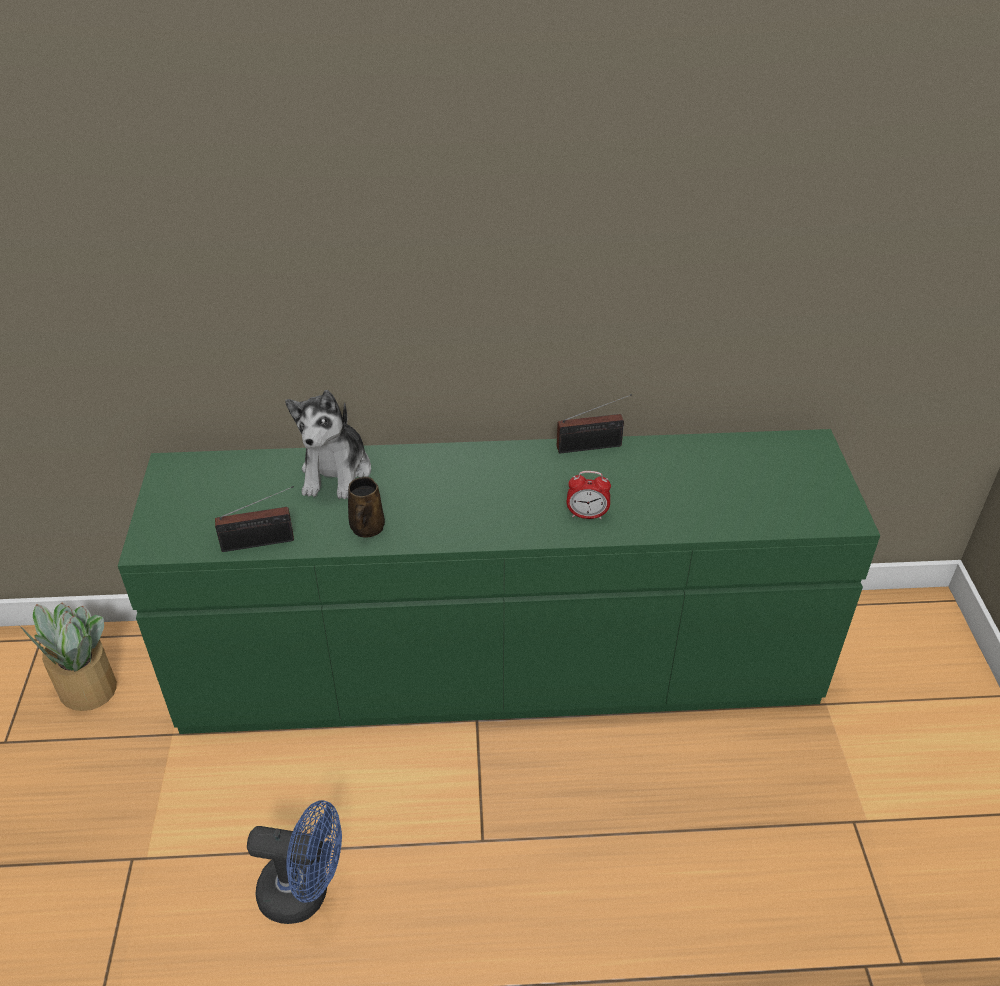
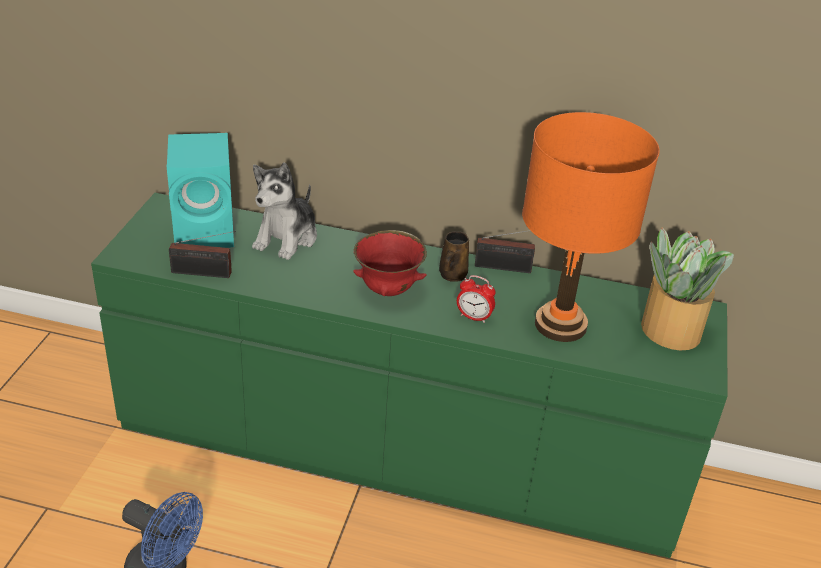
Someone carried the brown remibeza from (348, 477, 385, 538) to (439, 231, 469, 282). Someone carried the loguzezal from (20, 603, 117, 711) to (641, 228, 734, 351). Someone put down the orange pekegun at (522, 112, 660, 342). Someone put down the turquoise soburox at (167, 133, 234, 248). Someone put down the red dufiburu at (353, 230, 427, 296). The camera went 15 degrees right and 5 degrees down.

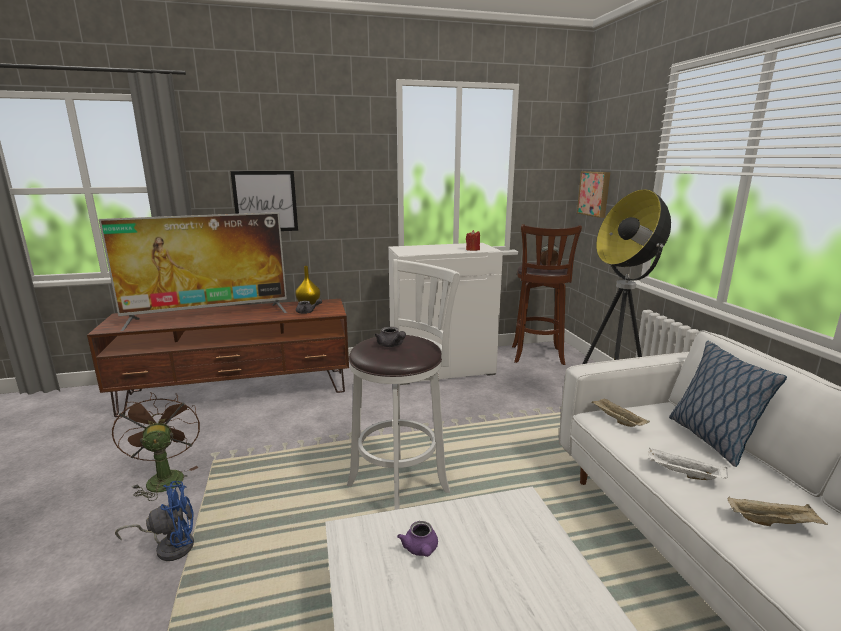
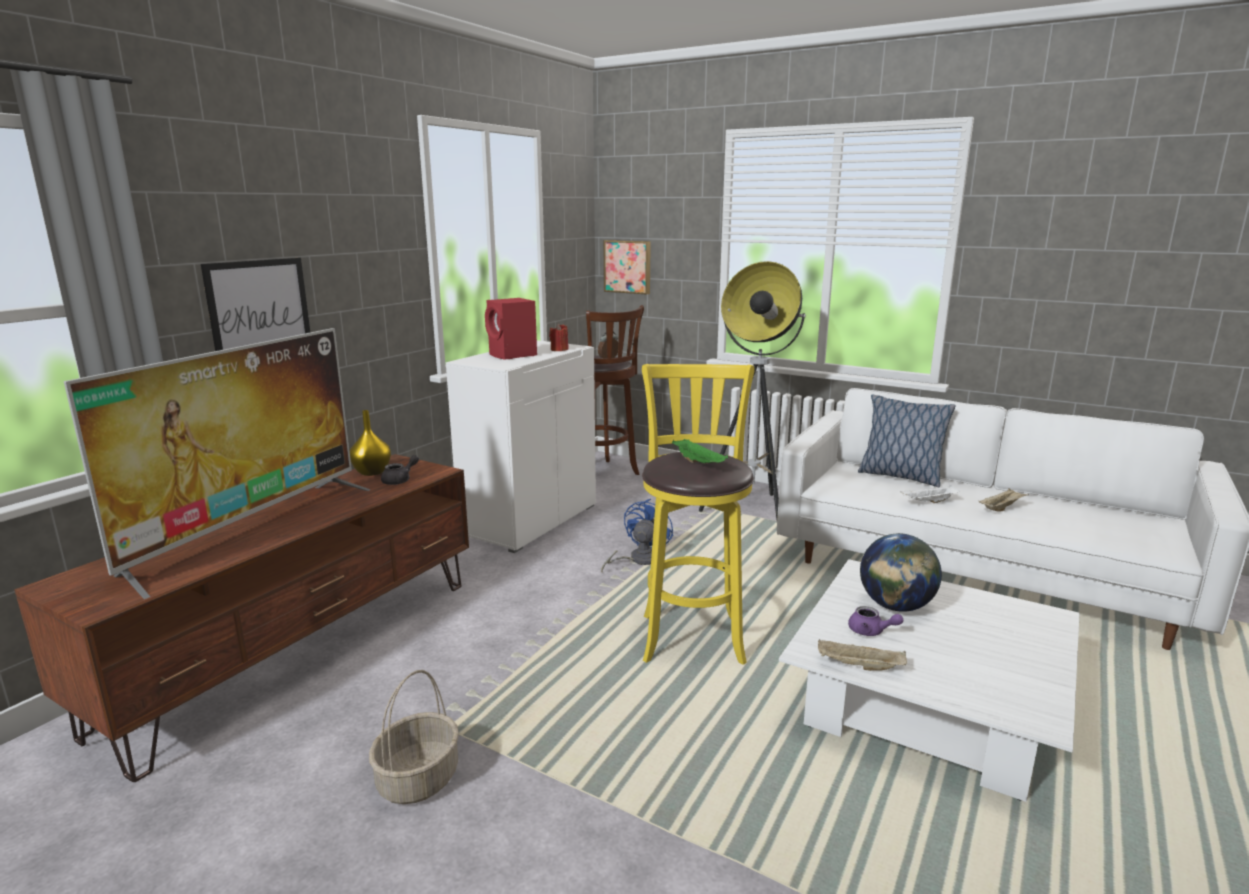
Someone repainted the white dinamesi at (347, 259, 460, 510), which became the yellow dinamesi at (642, 364, 755, 665). Someone swapped the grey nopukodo at (375, 327, 406, 347) for the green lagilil at (672, 439, 728, 463). Someone swapped the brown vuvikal at (112, 392, 200, 501) for the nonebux at (369, 670, 459, 804). Someone carried the beige lagilil from (591, 398, 650, 427) to (818, 639, 907, 671). Someone carried the blue vuvikal from (115, 481, 194, 561) to (601, 499, 673, 572). Someone put down the red soburox at (485, 298, 537, 360). Someone put down the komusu at (860, 533, 942, 612). The camera went 45 degrees left and 0 degrees up.

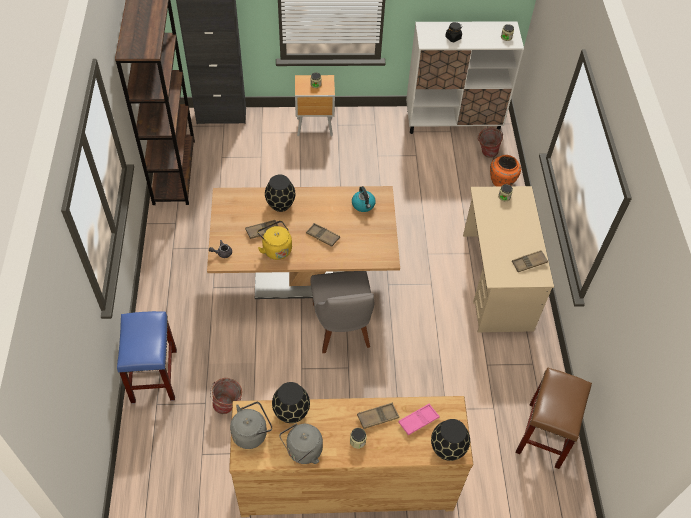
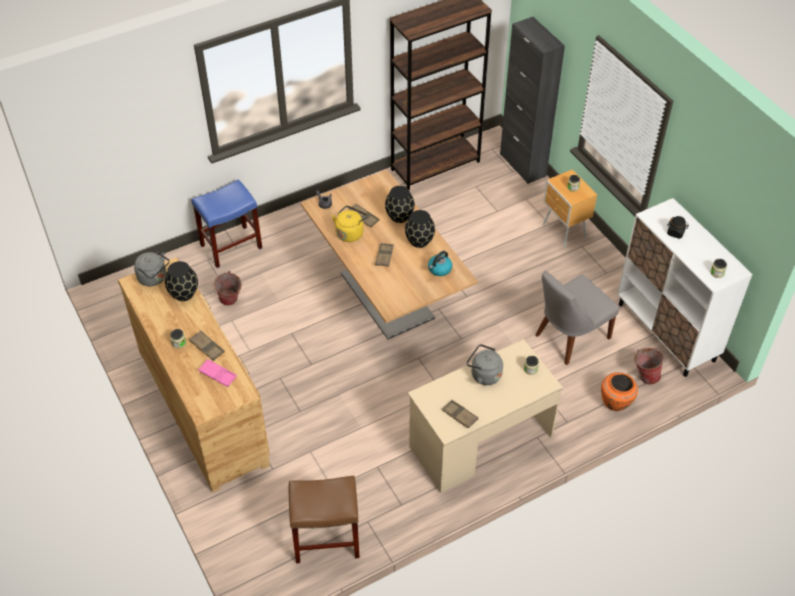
Someone carried the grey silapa from (310, 271, 374, 353) to (535, 271, 619, 365). Someone carried the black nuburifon from (431, 419, 470, 461) to (405, 210, 435, 248). Someone carried the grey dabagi from (279, 423, 323, 464) to (467, 344, 503, 385). The camera went 65 degrees right and 5 degrees down.

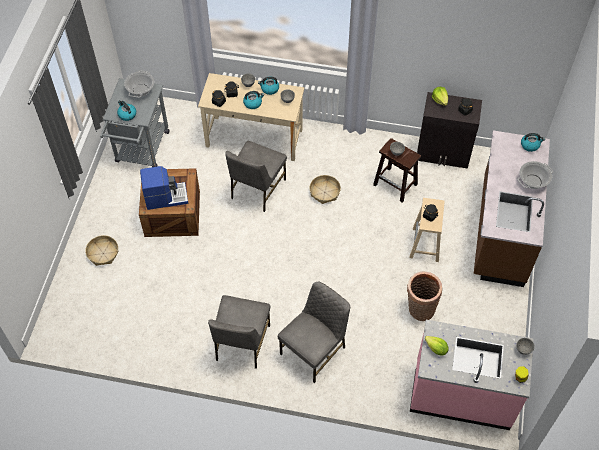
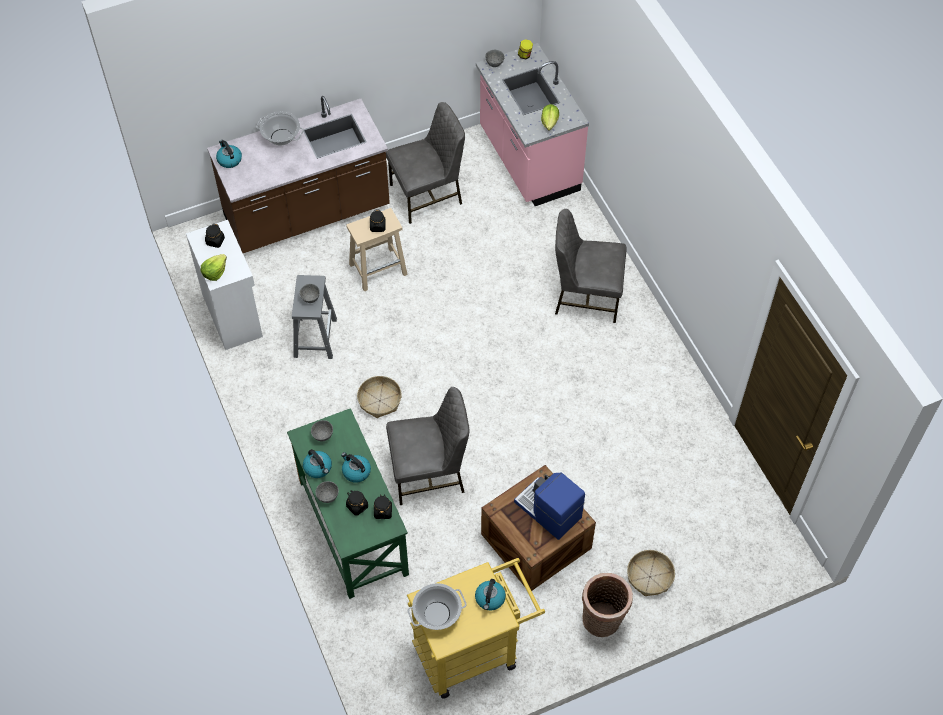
Someone repainted the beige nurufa at (198, 73, 304, 161), which became the green nurufa at (287, 408, 409, 599). Someone repainted the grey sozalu at (100, 78, 170, 167), which became the yellow sozalu at (407, 558, 545, 699). Someone repainted the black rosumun at (417, 92, 482, 169), which became the white rosumun at (186, 220, 263, 350). Someone repainted the brown dinamesi at (373, 138, 421, 202), which became the grey dinamesi at (292, 275, 337, 359). Someone carried the nonebux from (407, 272, 442, 321) to (582, 573, 633, 637). Someone carried the grey silapa from (208, 295, 270, 369) to (386, 102, 465, 224). The camera went 125 degrees left and 0 degrees up.

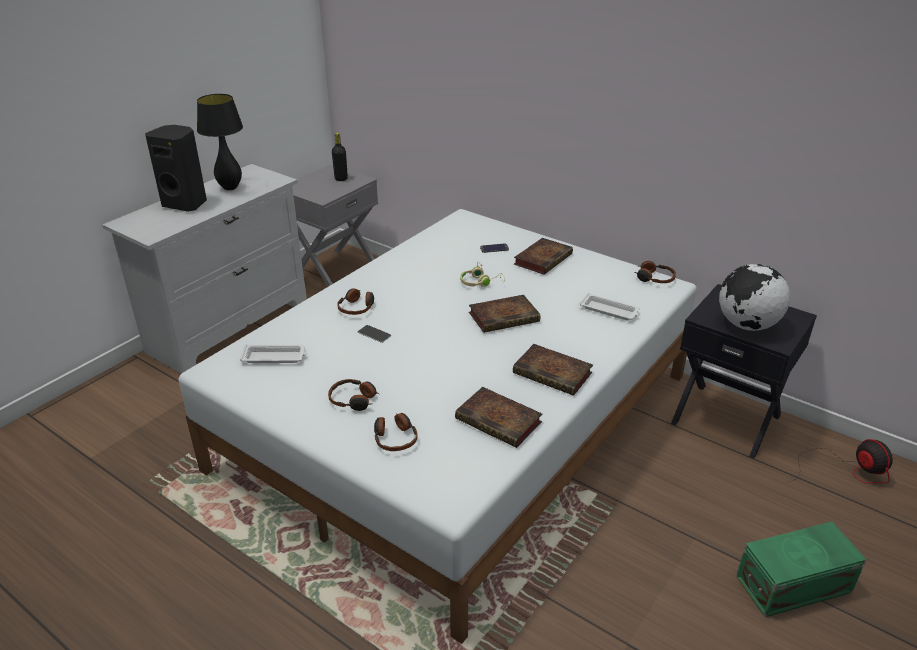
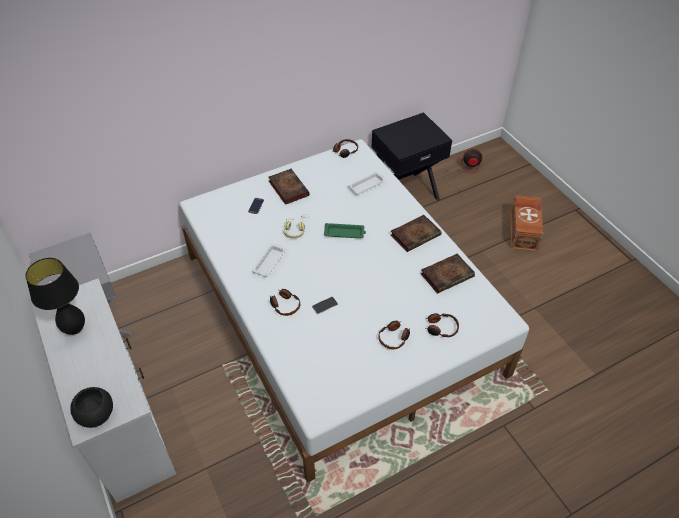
Someone took away the black soburox at (145, 125, 207, 212). Someone took away the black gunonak at (332, 132, 348, 181). Someone took away the komusu at (719, 264, 790, 331). Someone swapped the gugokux at (469, 295, 540, 333) for the green lagilil at (324, 223, 366, 238). Someone carried the white lagilil from (240, 345, 307, 363) to (252, 244, 286, 277). Someone repainted the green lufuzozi at (736, 522, 866, 617), which became the brown lufuzozi at (510, 195, 543, 252). Someone put down the black dufiburu at (70, 387, 113, 428). The camera went 65 degrees left and 15 degrees up.

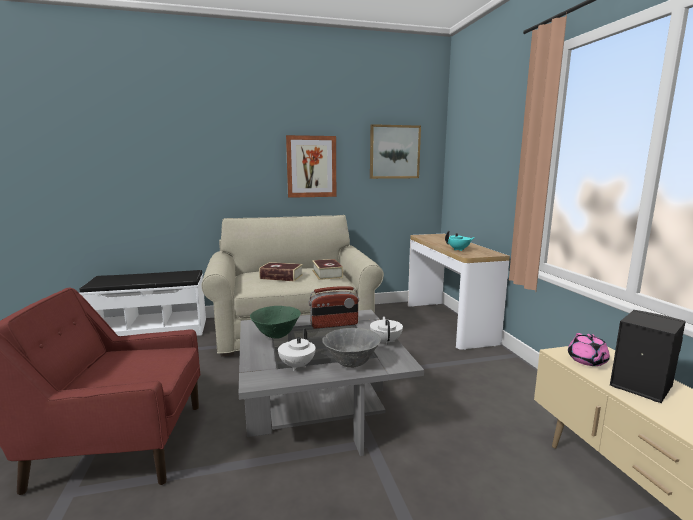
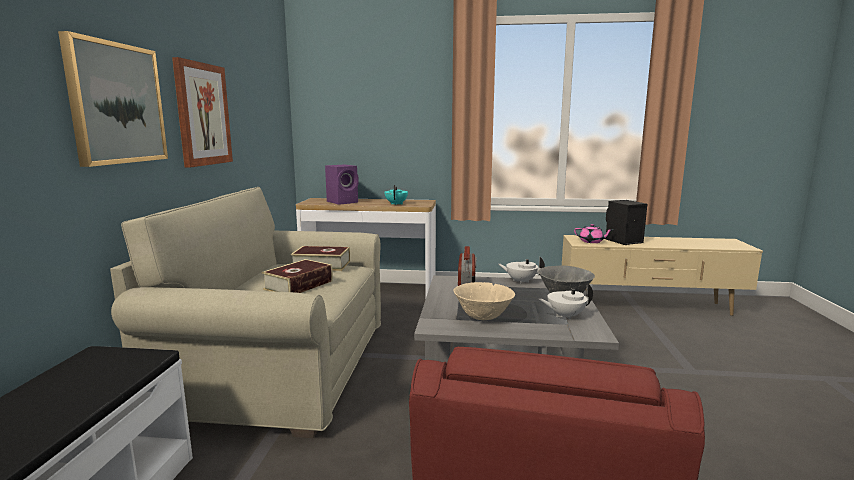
Someone carried the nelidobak from (370, 124, 421, 179) to (58, 31, 168, 167). Someone repainted the green dufiburu at (250, 306, 301, 339), which became the beige dufiburu at (453, 282, 515, 320). Someone rotated the white nopukodo at (278, 328, 316, 371) by 135 degrees clockwise. Someone put down the purple soburox at (325, 164, 359, 205). The camera went 70 degrees left and 0 degrees up.

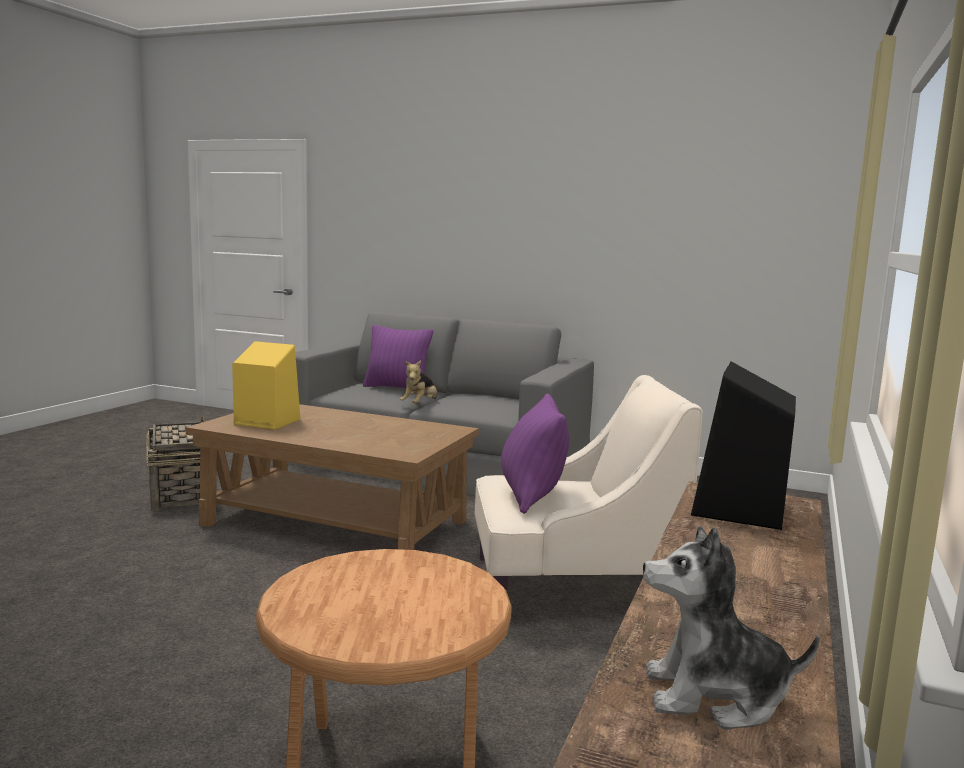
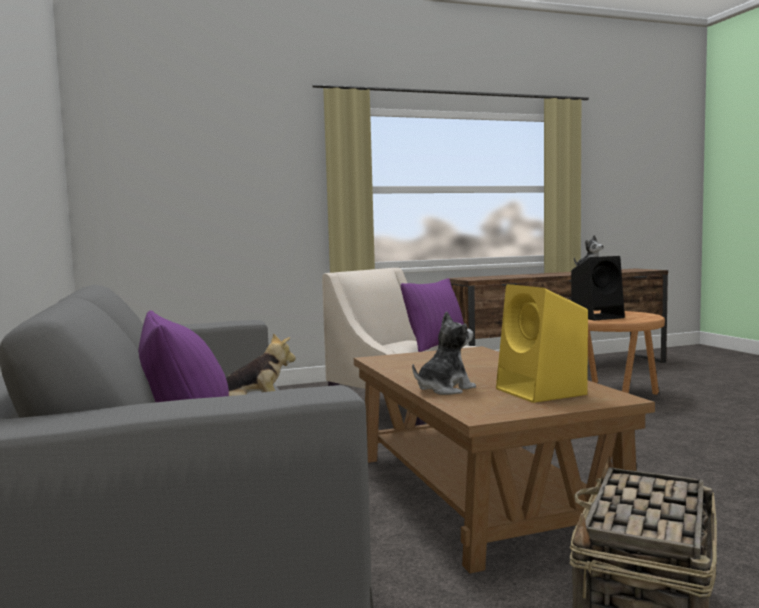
Someone carried the black soburox from (691, 361, 796, 530) to (571, 256, 625, 321). Someone put down the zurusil at (412, 311, 476, 395). The camera went 130 degrees left and 5 degrees down.

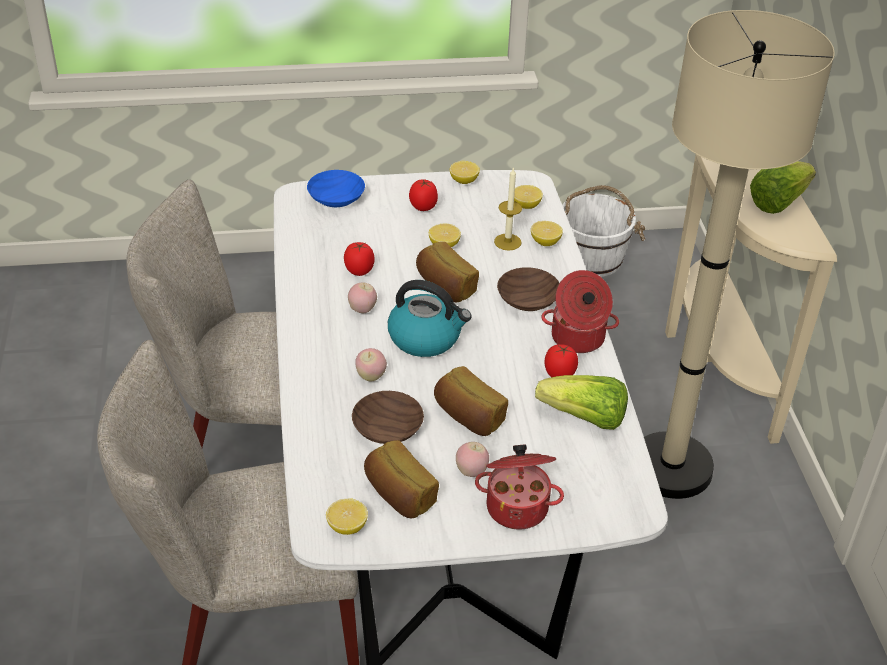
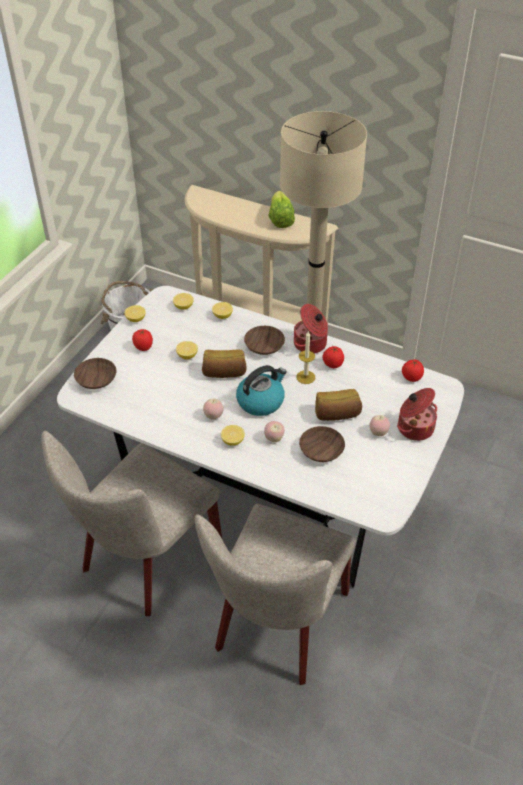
Someone carried the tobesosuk from (494, 167, 522, 251) to (296, 331, 315, 384). Someone repainted the blue dufiburu at (307, 170, 365, 207), which became the brown dufiburu at (74, 358, 116, 389). Someone carried the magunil from (344, 242, 374, 276) to (402, 359, 424, 382). Someone took away the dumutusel at (535, 375, 628, 430). Someone took away the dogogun at (364, 440, 439, 519). Someone carried the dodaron from (326, 498, 368, 535) to (221, 425, 245, 446). The camera went 55 degrees left and 5 degrees up.

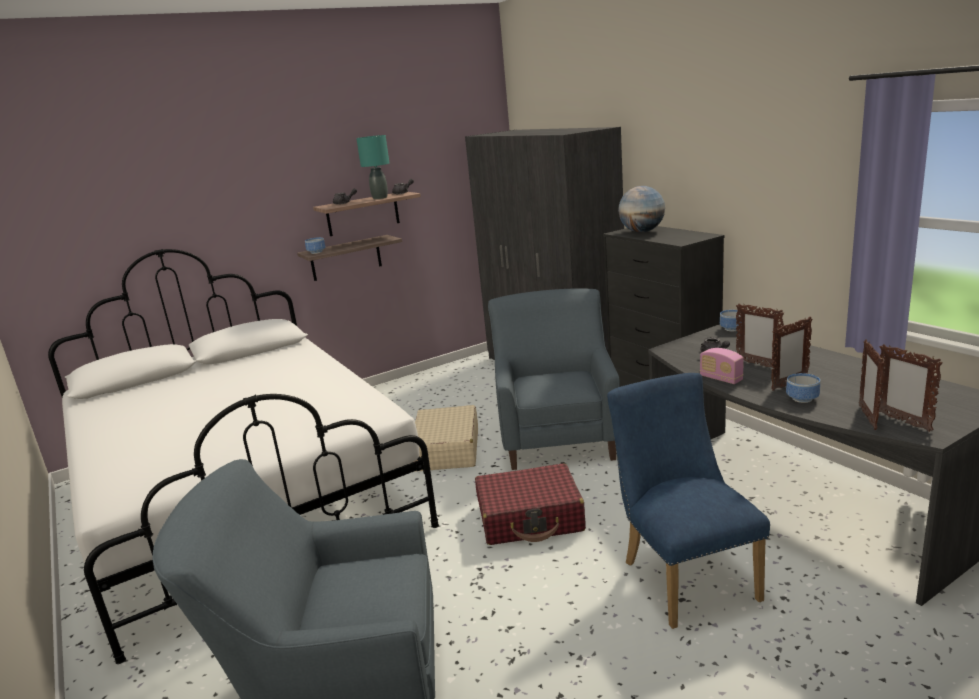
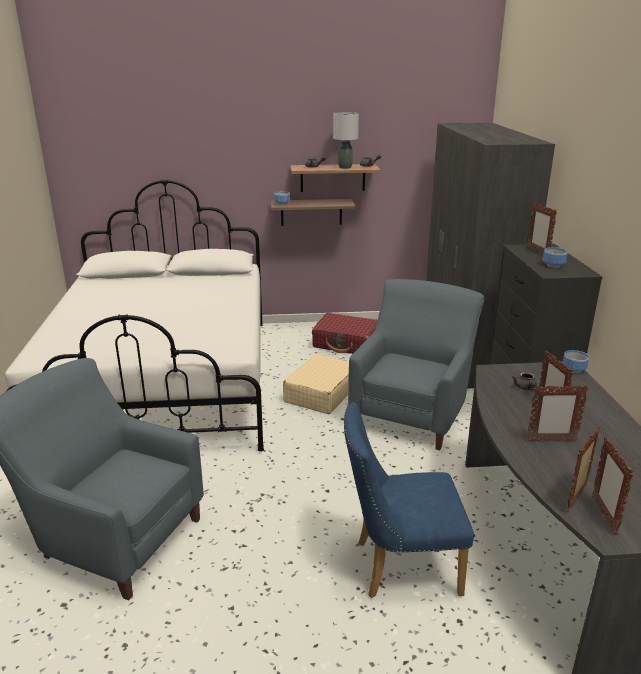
Someone repainted the turquoise pekegun at (356, 135, 389, 199), which became the grey pekegun at (333, 112, 359, 169). Someone swapped the komusu at (618, 186, 665, 233) for the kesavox at (527, 203, 557, 255). Someone took away the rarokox at (700, 348, 744, 384). Someone rotated the blue silapa at (607, 373, 770, 629) by 105 degrees counterclockwise. Someone carried the dufiburu from (786, 373, 820, 403) to (543, 247, 568, 268). Someone carried the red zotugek from (475, 464, 586, 545) to (312, 313, 377, 354). The camera went 25 degrees right and 5 degrees up.

